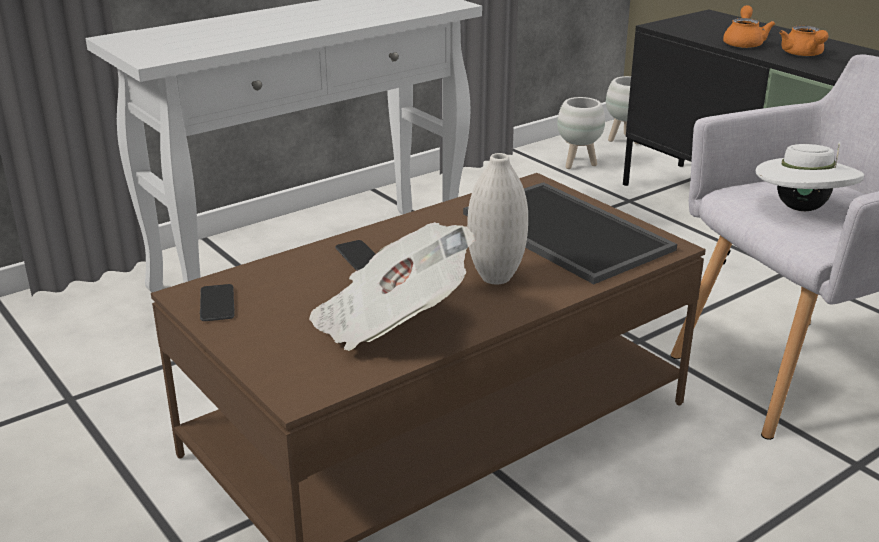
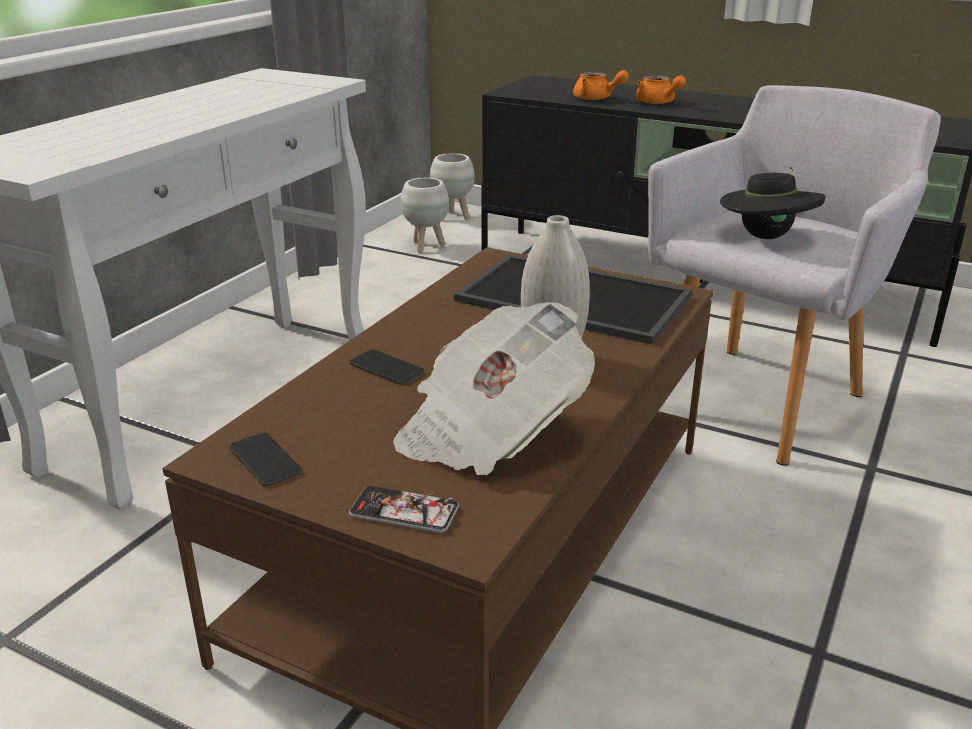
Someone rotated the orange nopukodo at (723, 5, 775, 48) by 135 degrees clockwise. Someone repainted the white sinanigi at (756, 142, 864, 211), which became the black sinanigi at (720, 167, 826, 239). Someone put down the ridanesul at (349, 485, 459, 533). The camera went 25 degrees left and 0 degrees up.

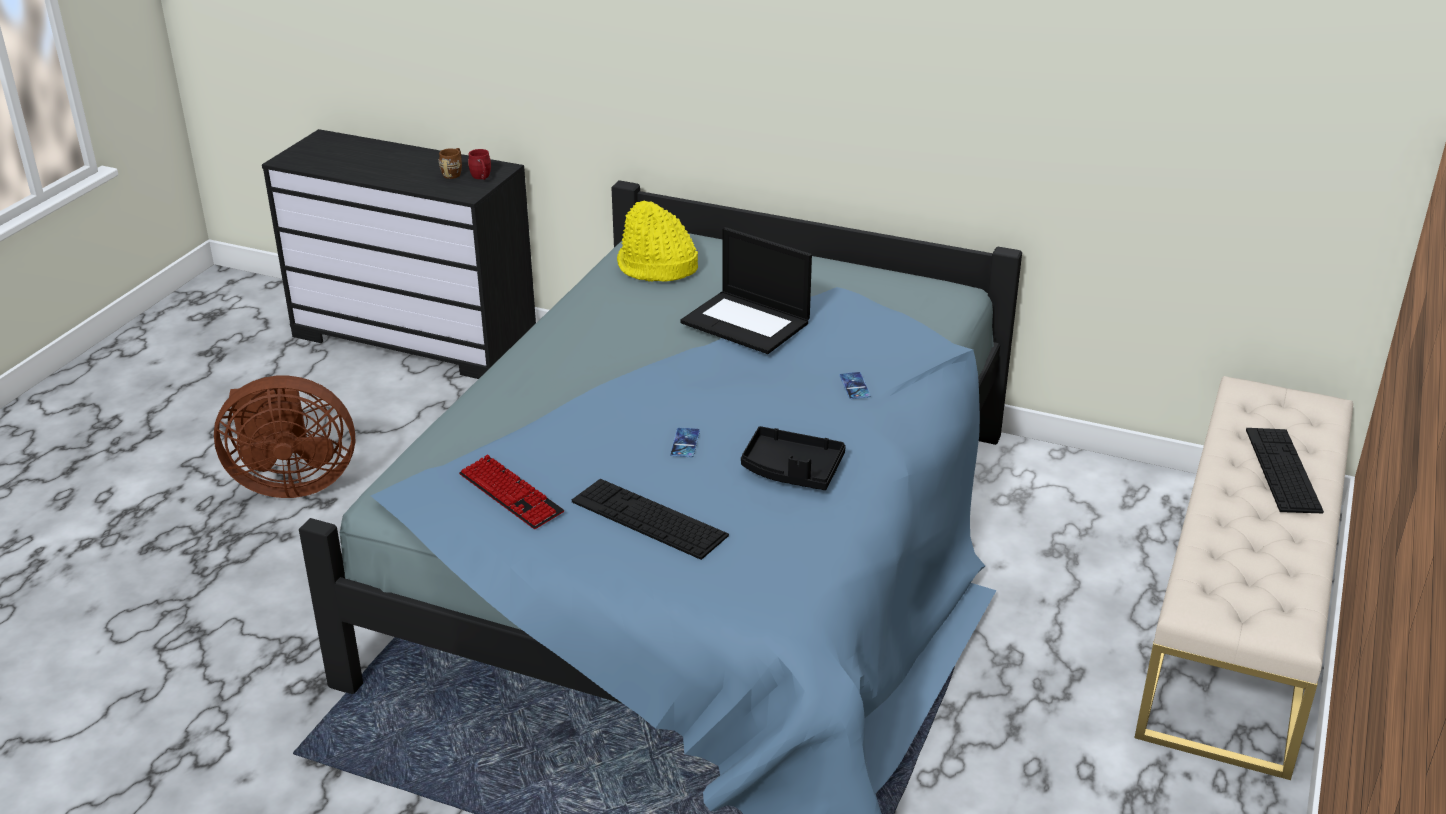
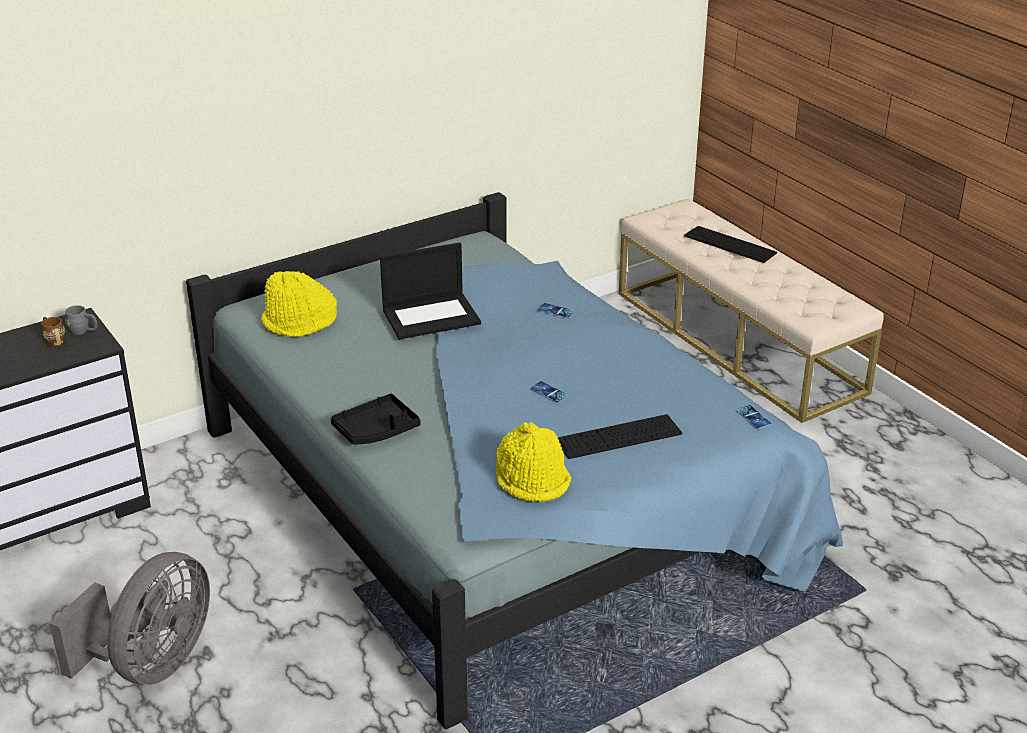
Someone repainted the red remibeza at (468, 149, 491, 180), which became the grey remibeza at (65, 305, 98, 335). Someone repainted the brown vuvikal at (214, 376, 355, 498), which became the grey vuvikal at (49, 552, 210, 685). Someone carried the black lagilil from (741, 426, 846, 490) to (331, 394, 420, 445). Someone swapped the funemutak at (459, 454, 564, 529) for the yellow sinanigi at (496, 422, 571, 502). Someone put down the ridanesul at (736, 405, 772, 429). The camera went 55 degrees left and 0 degrees up.

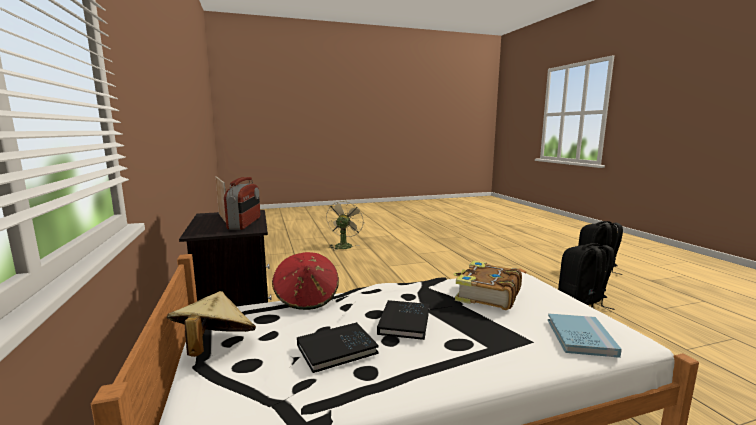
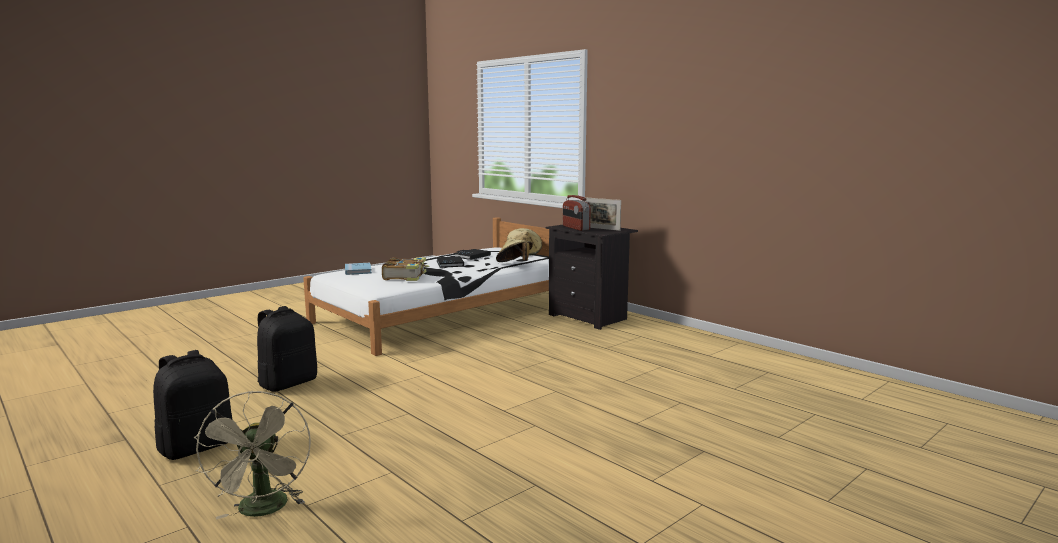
Someone carried the beige vuvikal from (326, 200, 364, 251) to (194, 391, 311, 520). Someone repainted the red sinanigi at (272, 252, 339, 310), which became the beige sinanigi at (496, 238, 533, 262). The camera went 155 degrees right and 0 degrees up.

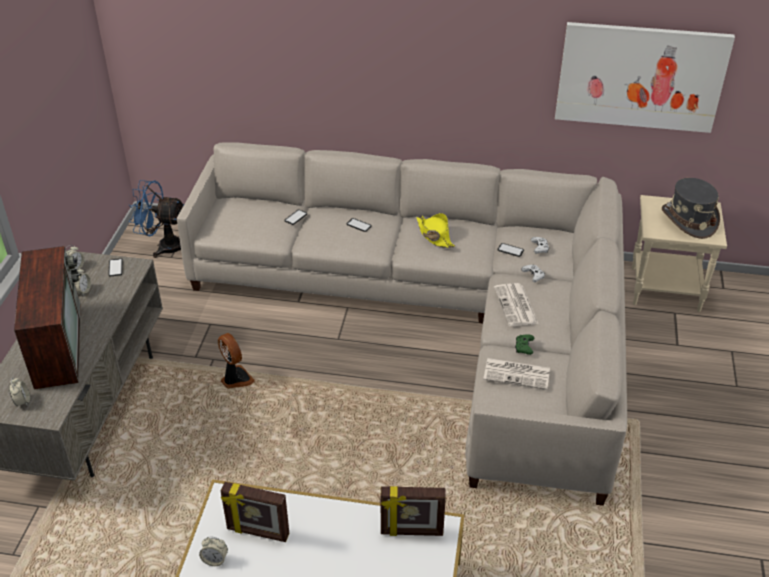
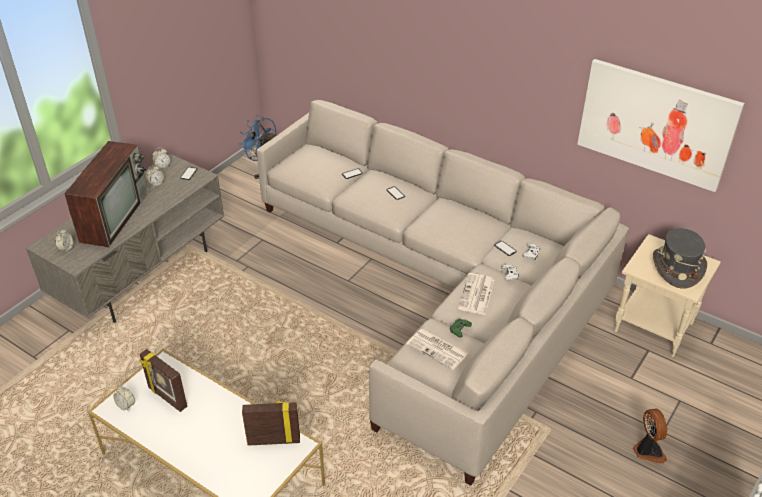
Someone took away the yellow sinanigi at (416, 213, 455, 248). Someone carried the vuvikal from (218, 333, 255, 389) to (633, 409, 667, 463). Someone rotated the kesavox at (381, 486, 446, 536) by 150 degrees clockwise. The camera went 25 degrees right and 0 degrees up.

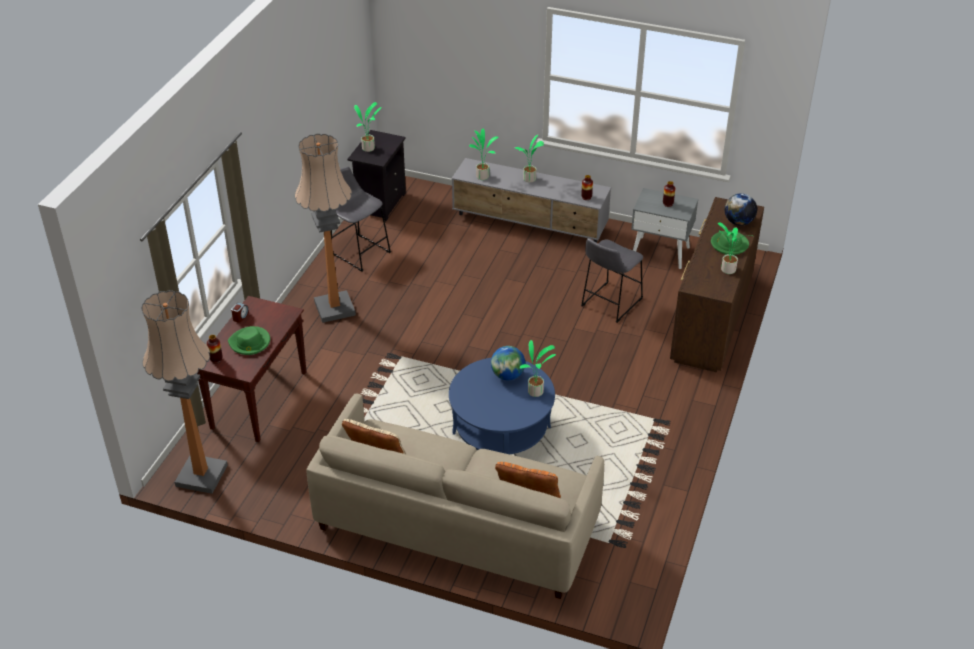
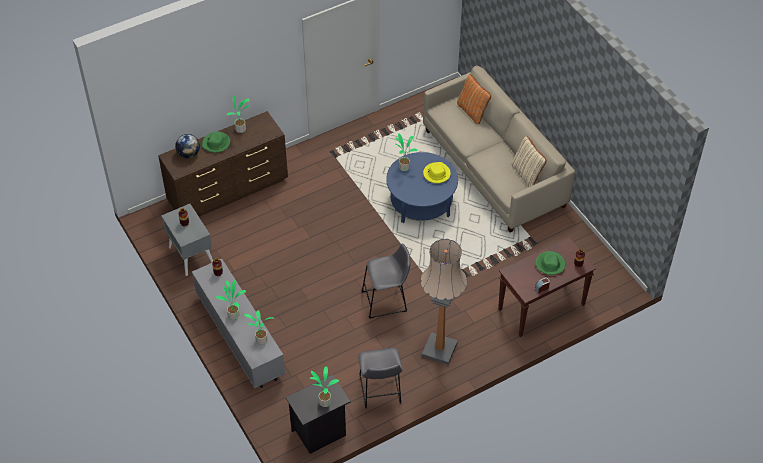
Someone carried the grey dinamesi from (581, 238, 643, 323) to (361, 243, 411, 319). Someone took away the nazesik at (142, 290, 228, 494). Someone took away the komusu at (491, 346, 525, 380). Someone put down the yellow sinanigi at (423, 162, 451, 183). The camera went 140 degrees left and 10 degrees up.

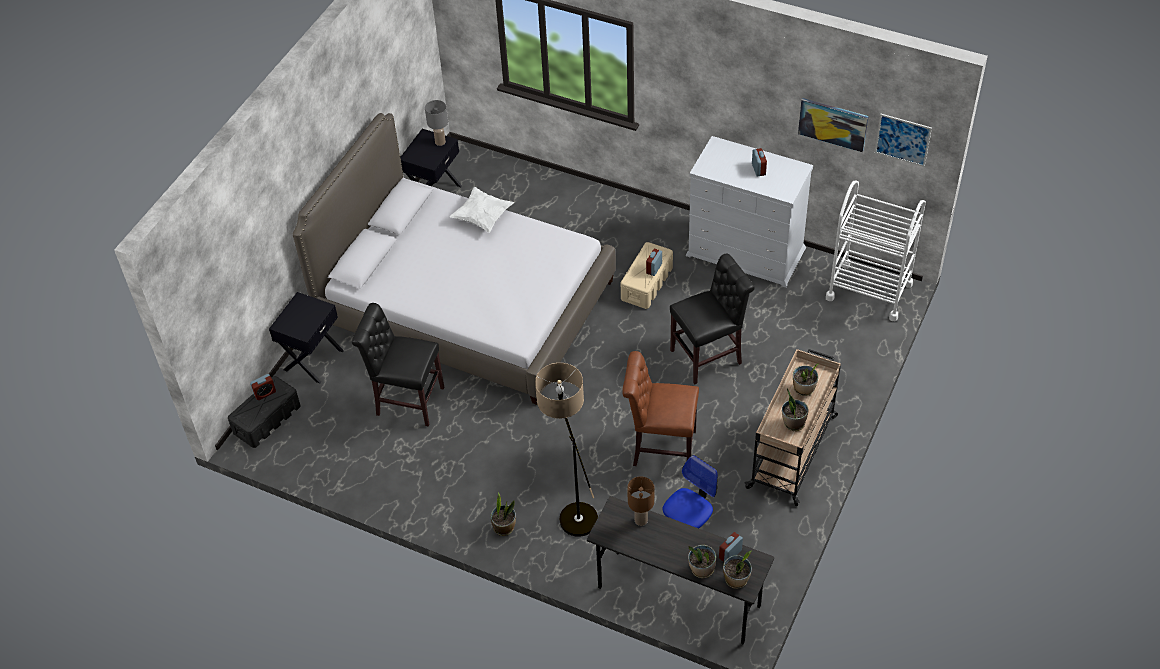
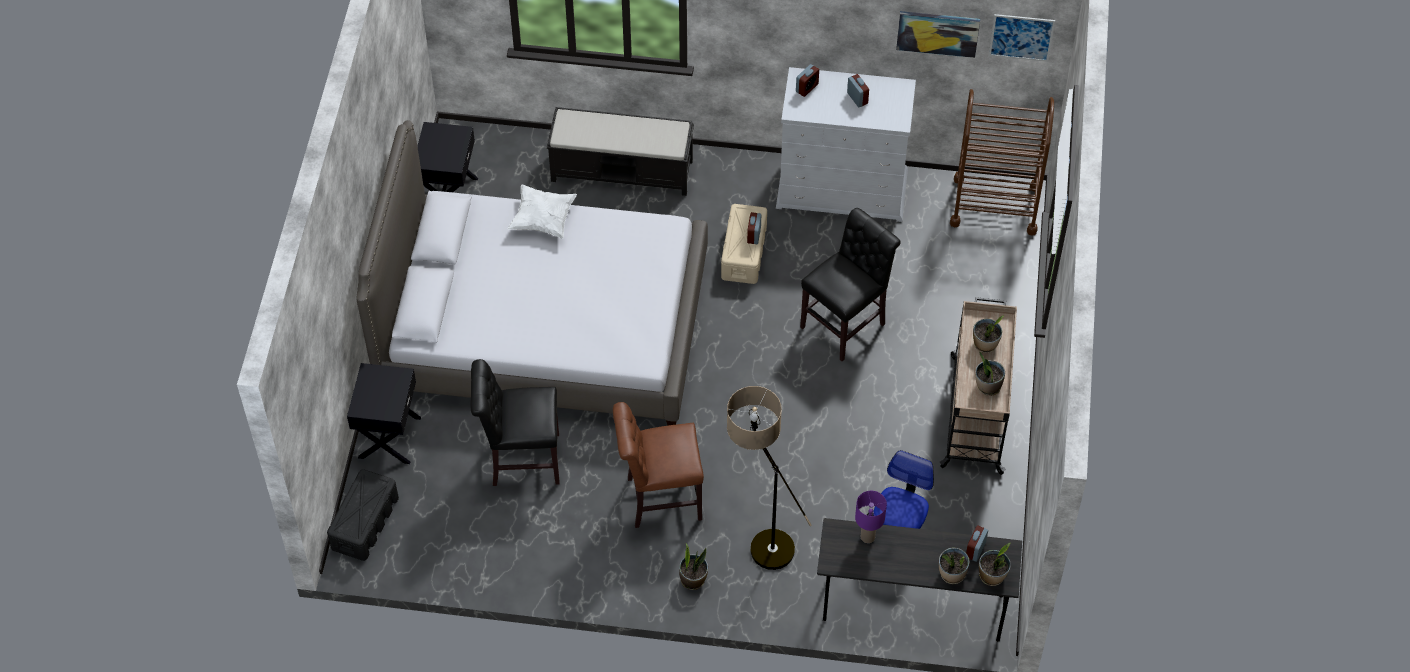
Someone took away the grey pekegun at (425, 100, 448, 146). Someone repainted the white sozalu at (826, 181, 926, 321), which became the brown sozalu at (950, 89, 1054, 236). Someone carried the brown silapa from (622, 351, 699, 466) to (613, 402, 704, 528). Someone carried the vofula from (250, 374, 276, 400) to (796, 64, 819, 97). Someone repainted the brown pekegun at (627, 477, 654, 526), which became the purple pekegun at (855, 491, 887, 543). Someone put down the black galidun at (547, 107, 694, 196). The camera went 20 degrees left and 5 degrees up.

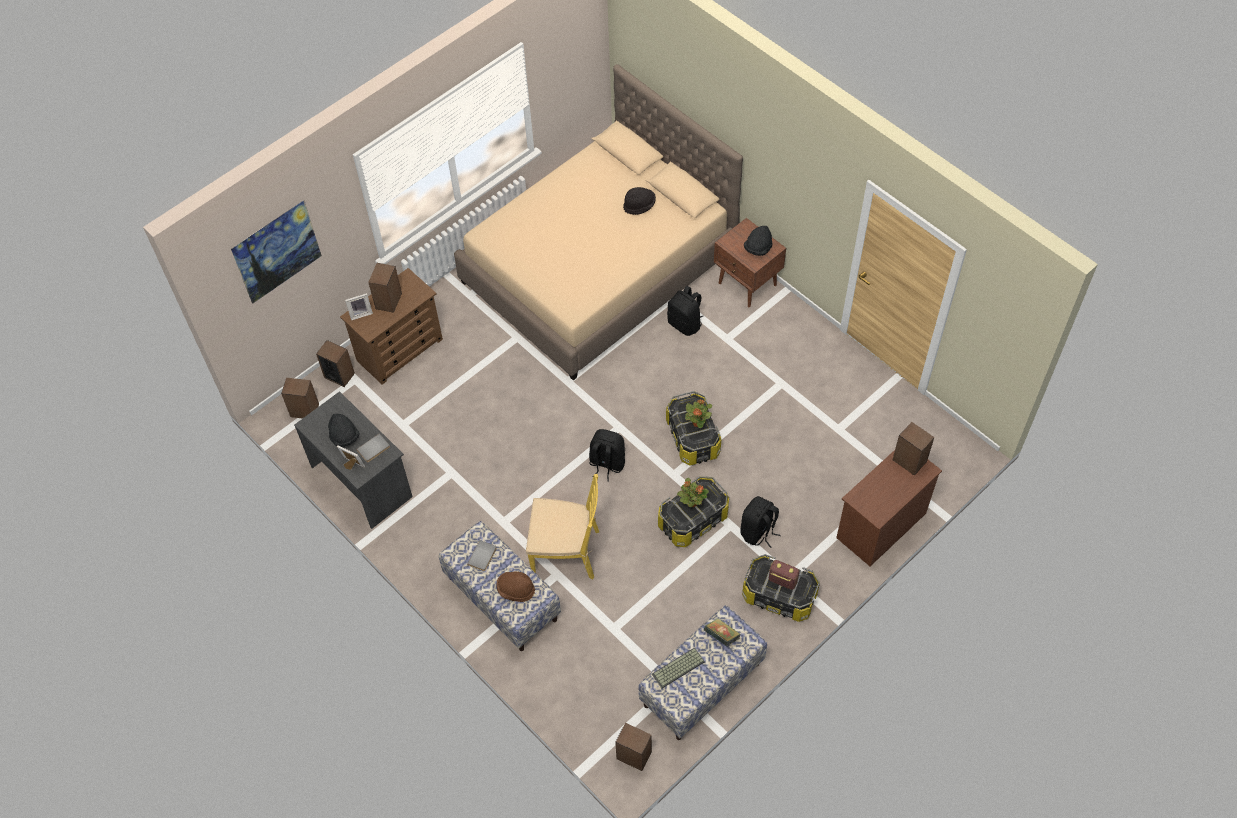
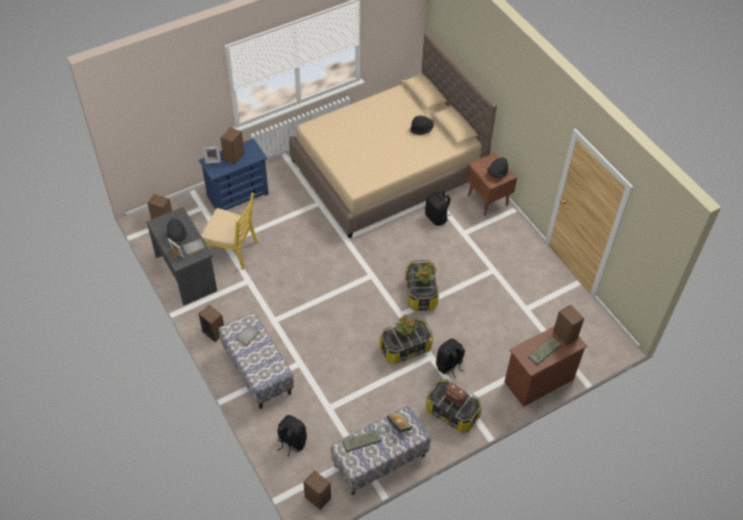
Someone took away the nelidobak at (231, 200, 322, 304). Someone repainted the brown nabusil at (340, 268, 443, 385), which became the blue nabusil at (199, 138, 269, 210). Someone carried the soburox from (316, 340, 355, 387) to (198, 305, 224, 342). Someone carried the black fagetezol from (589, 429, 625, 482) to (277, 415, 307, 457). Someone carried the yellow silapa from (526, 474, 599, 579) to (201, 193, 258, 270). Someone took away the brown sinanigi at (496, 571, 535, 602). Someone put down the funemutak at (528, 337, 561, 365). The camera went 10 degrees right and 5 degrees down.

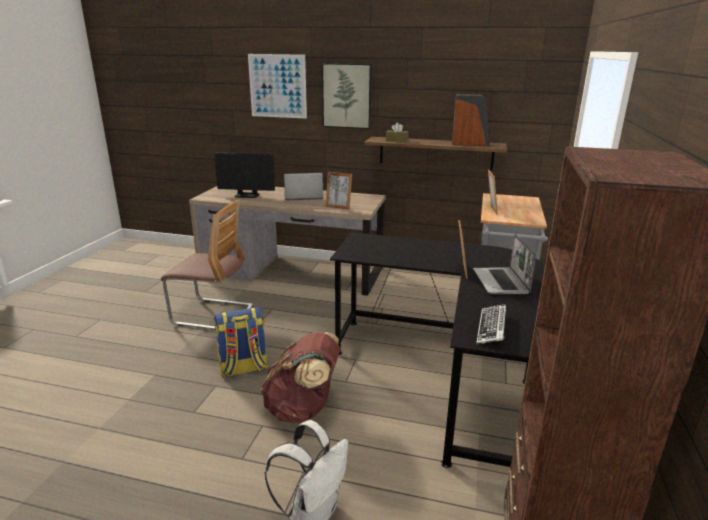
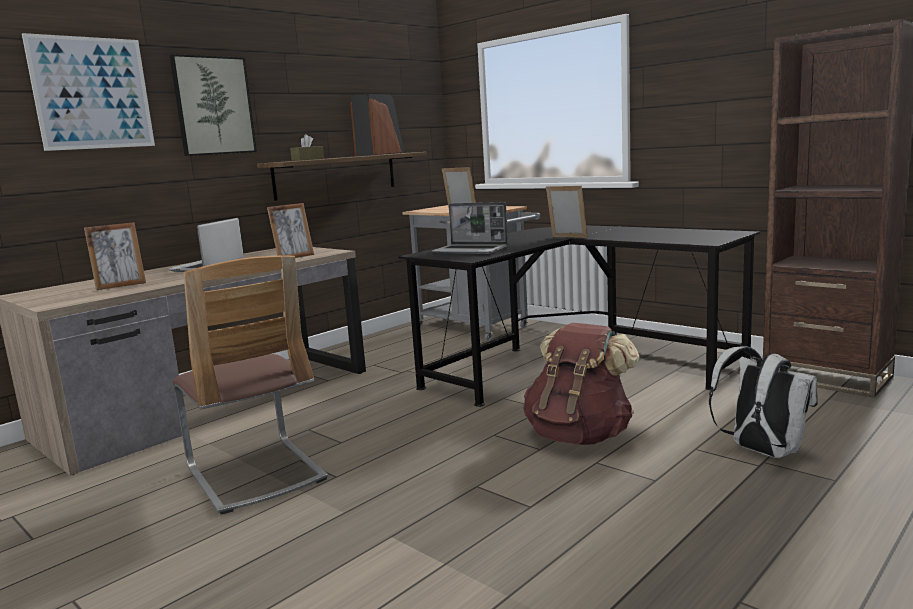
Someone swapped the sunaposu at (214, 153, 275, 198) for the kesavox at (84, 222, 146, 290). Someone rotated the silapa at (161, 200, 253, 330) by 105 degrees clockwise. Someone carried the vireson from (473, 234, 536, 294) to (432, 202, 508, 254). Someone took away the funemutak at (476, 304, 506, 344). Someone took away the fagetezol at (214, 307, 268, 377). The camera went 60 degrees left and 10 degrees down.

